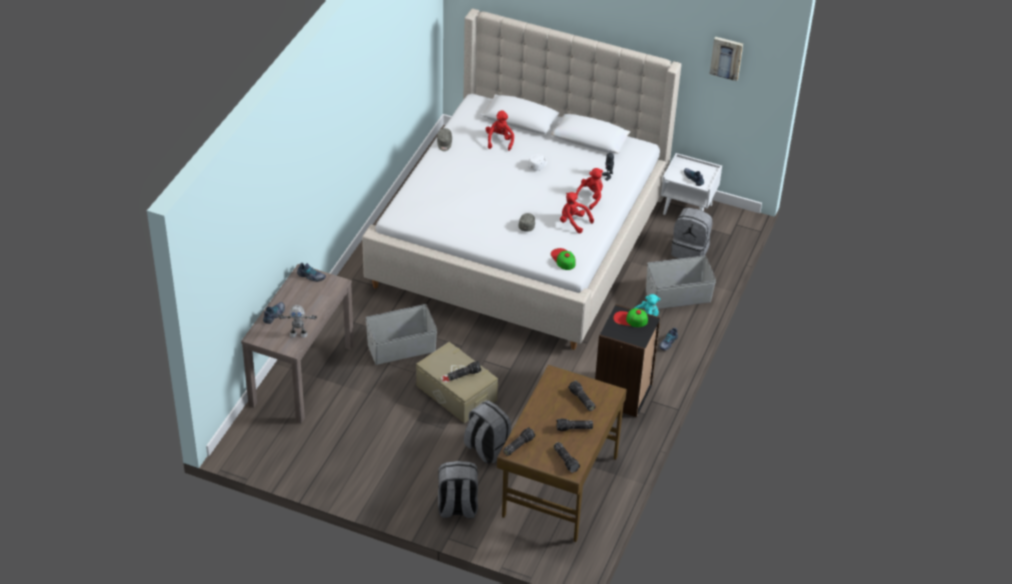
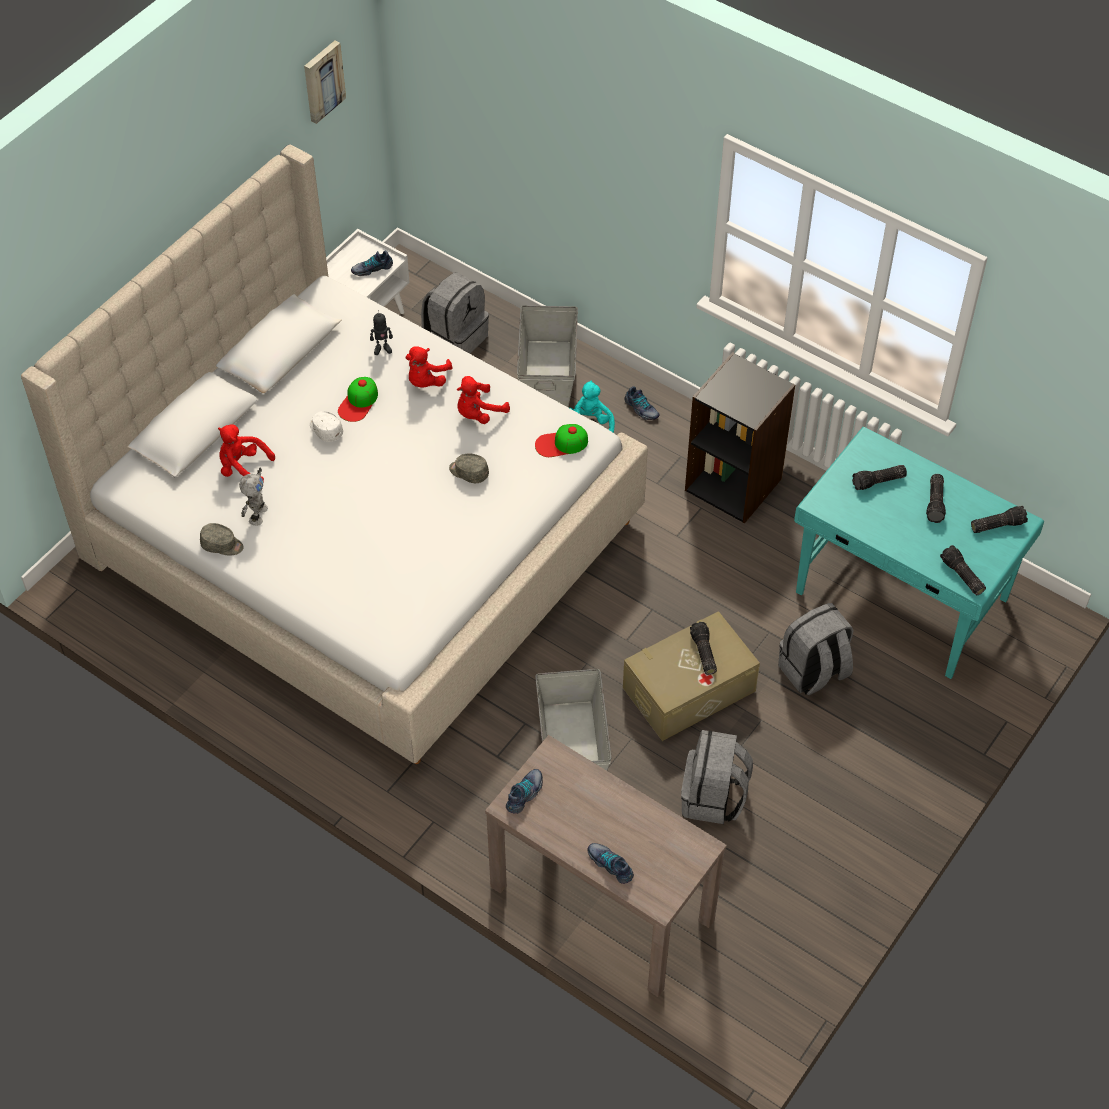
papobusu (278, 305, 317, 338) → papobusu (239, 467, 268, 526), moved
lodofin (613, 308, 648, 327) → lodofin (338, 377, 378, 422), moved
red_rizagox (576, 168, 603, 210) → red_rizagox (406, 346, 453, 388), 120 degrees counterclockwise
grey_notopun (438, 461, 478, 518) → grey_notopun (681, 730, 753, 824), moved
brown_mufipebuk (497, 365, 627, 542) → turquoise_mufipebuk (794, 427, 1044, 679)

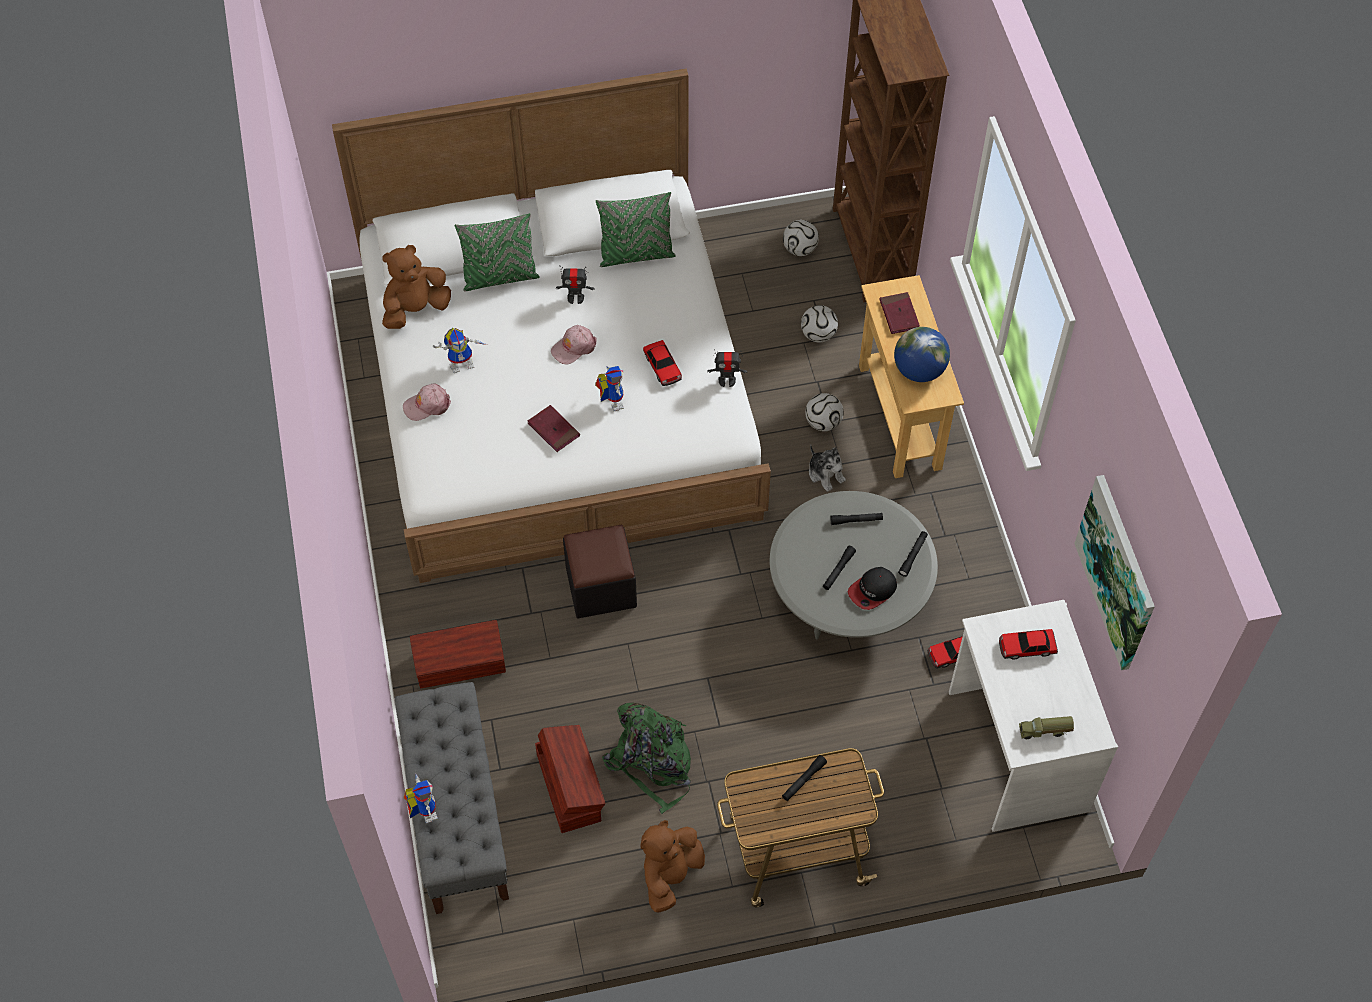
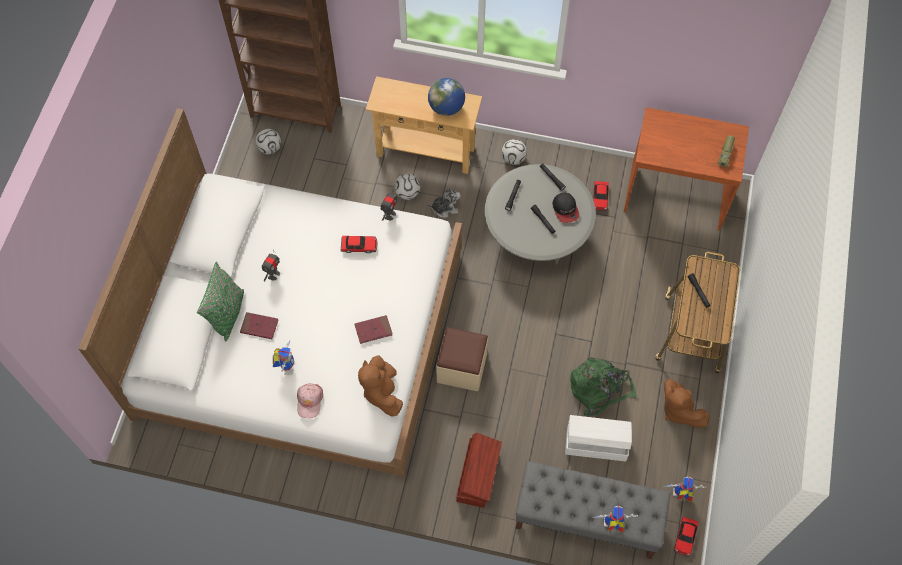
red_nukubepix (880, 292, 920, 334) → red_nukubepix (240, 312, 278, 339), moved
brown_rizagox (382, 245, 451, 329) → brown_rizagox (358, 356, 403, 416), moved
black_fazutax (563, 524, 637, 618) → beige_fazutax (436, 327, 488, 391)
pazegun (801, 305, 838, 342) → pazegun (501, 139, 527, 165), moved
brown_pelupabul (535, 725, 606, 833) → white_pelupabul (565, 415, 632, 461)
white_mufipebuk (949, 600, 1118, 832) → brown_mufipebuk (624, 107, 749, 231)
papobusu (595, 366, 624, 411) → papobusu (663, 476, 707, 503), moved
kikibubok (999, 629, 1058, 660) → kikibubok (674, 517, 699, 556), moved
pink_lodofin (551, 325, 597, 365) → -
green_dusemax (596, 192, 676, 267) → -
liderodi (1074, 475, 1155, 671) → -

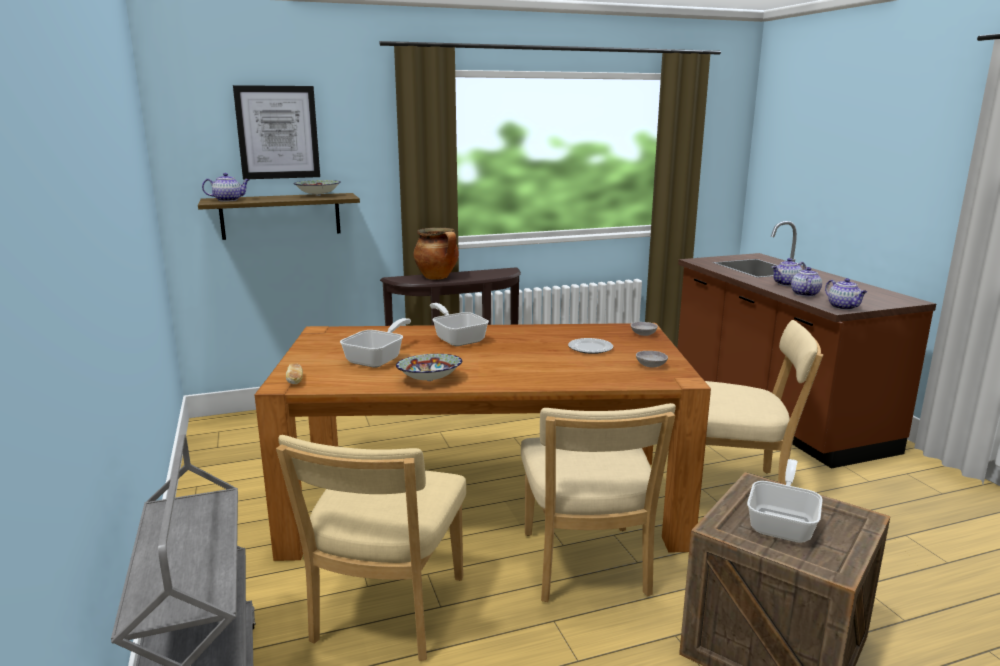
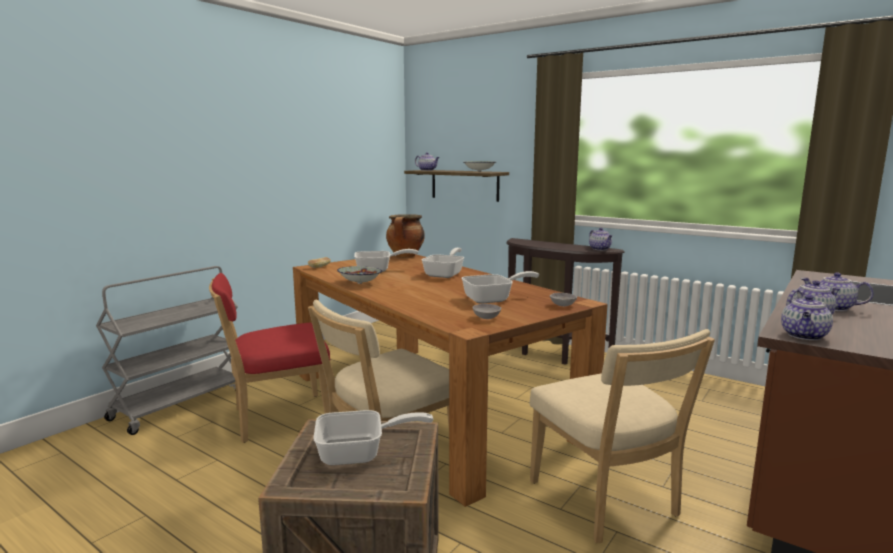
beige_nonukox (276, 435, 466, 661) → red_nonukox (209, 273, 330, 443)
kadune (413, 228, 459, 280) → kadune (386, 214, 425, 257), moved
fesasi (568, 338, 613, 354) → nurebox (461, 271, 539, 304)
- → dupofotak (589, 228, 612, 250)
liderodi (233, 85, 320, 180) → -

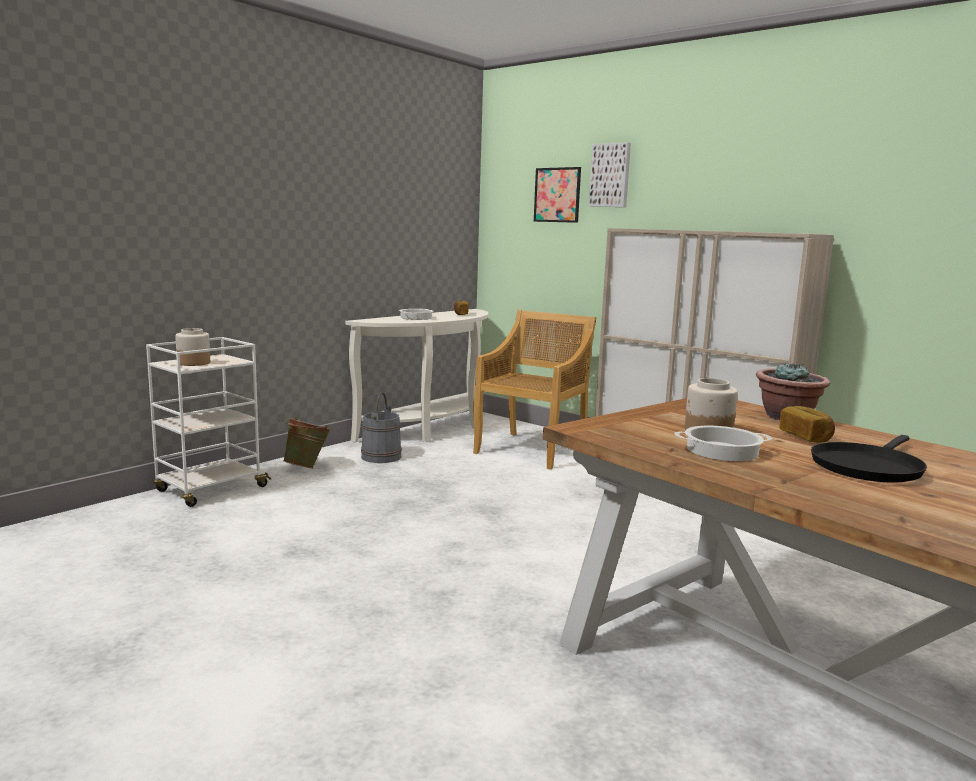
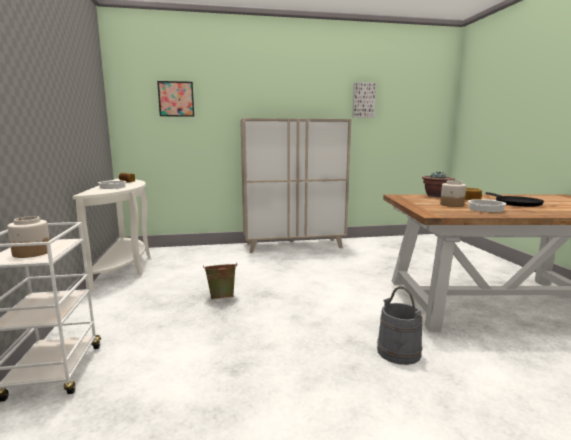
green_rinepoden (283, 417, 331, 469) → green_rinepoden (203, 263, 238, 299), moved
liderodi (589, 142, 631, 207) → liderodi (352, 82, 376, 118), moved
grey_rinepoden (361, 392, 402, 463) → grey_rinepoden (377, 286, 423, 365), moved
beige_nonukox (473, 310, 596, 470) → -

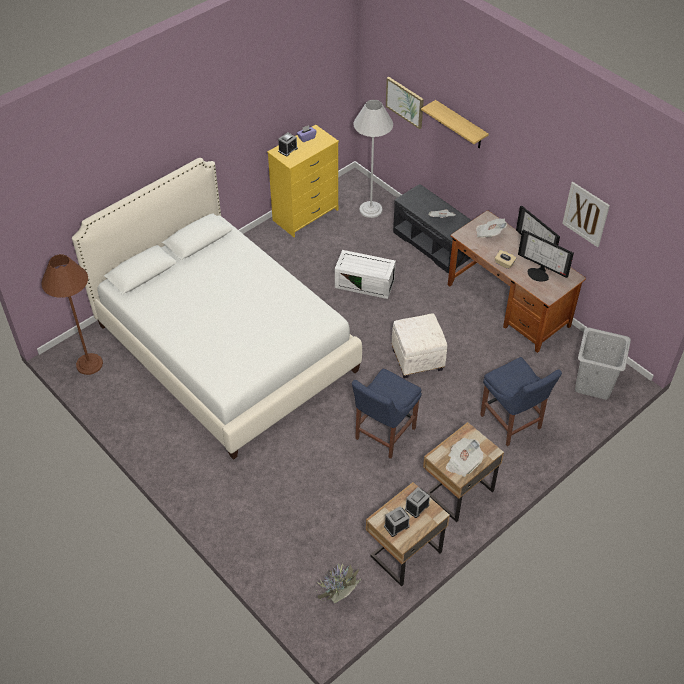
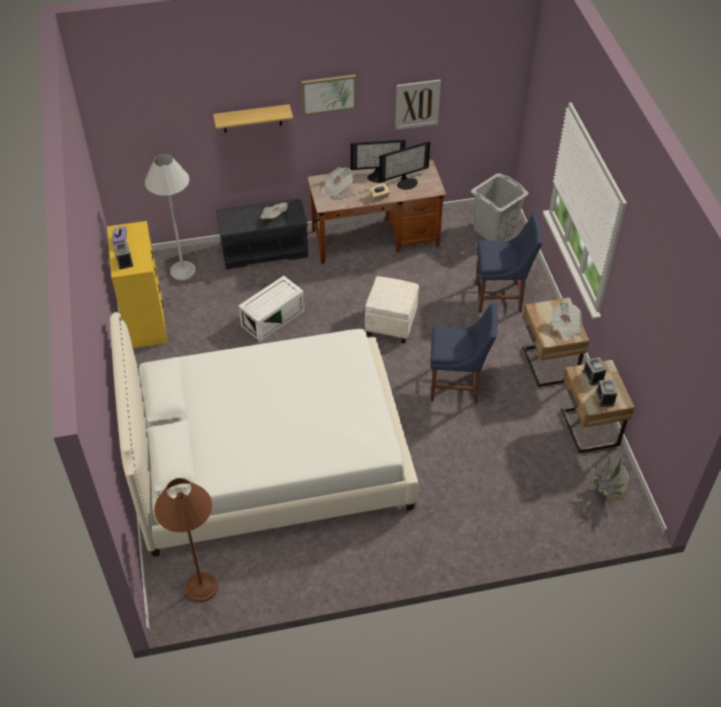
liderodi (386, 77, 424, 129) → liderodi (301, 75, 356, 116), moved
blue_nonukox (352, 368, 422, 459) → blue_nonukox (431, 304, 498, 404), 60 degrees counterclockwise

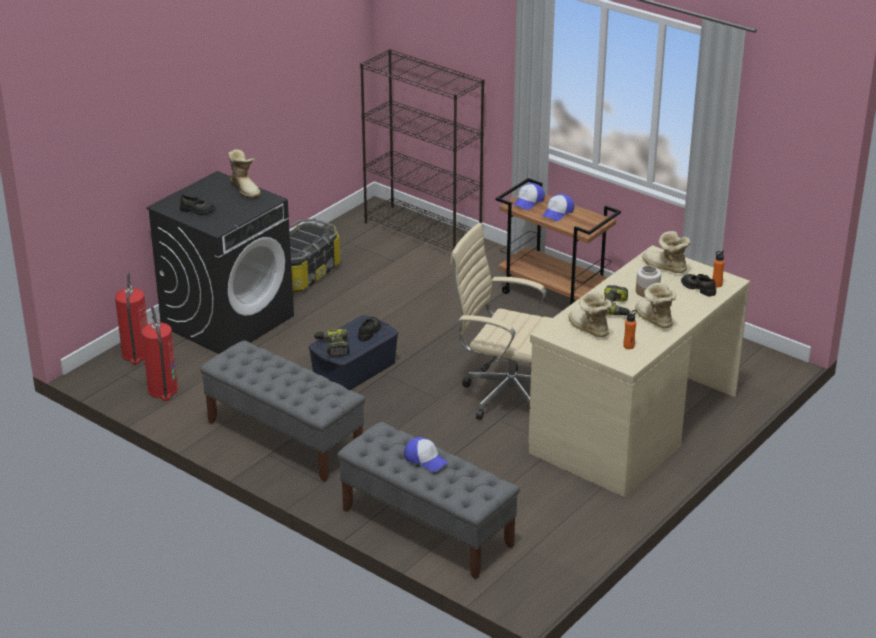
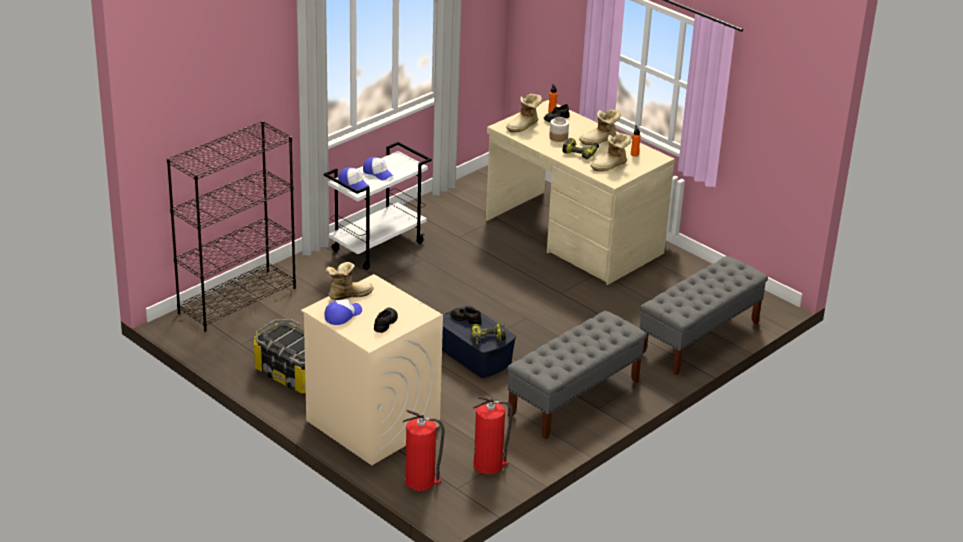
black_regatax (146, 171, 294, 354) → beige_regatax (301, 274, 443, 465)
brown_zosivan (496, 178, 621, 305) → white_zosivan (324, 142, 431, 270)
lodofin (404, 437, 448, 472) → lodofin (324, 299, 362, 325), moved
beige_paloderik (450, 223, 552, 420) → -

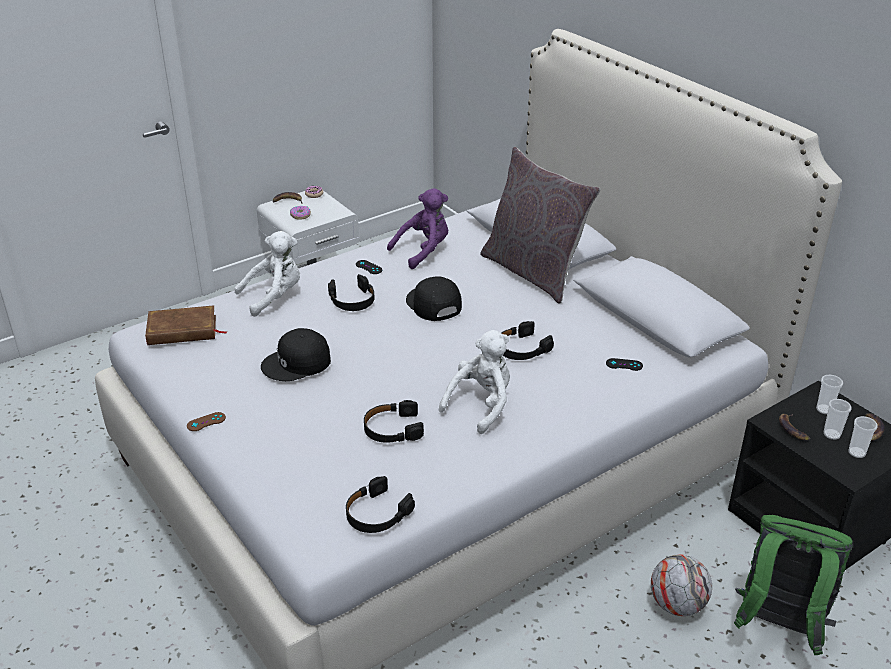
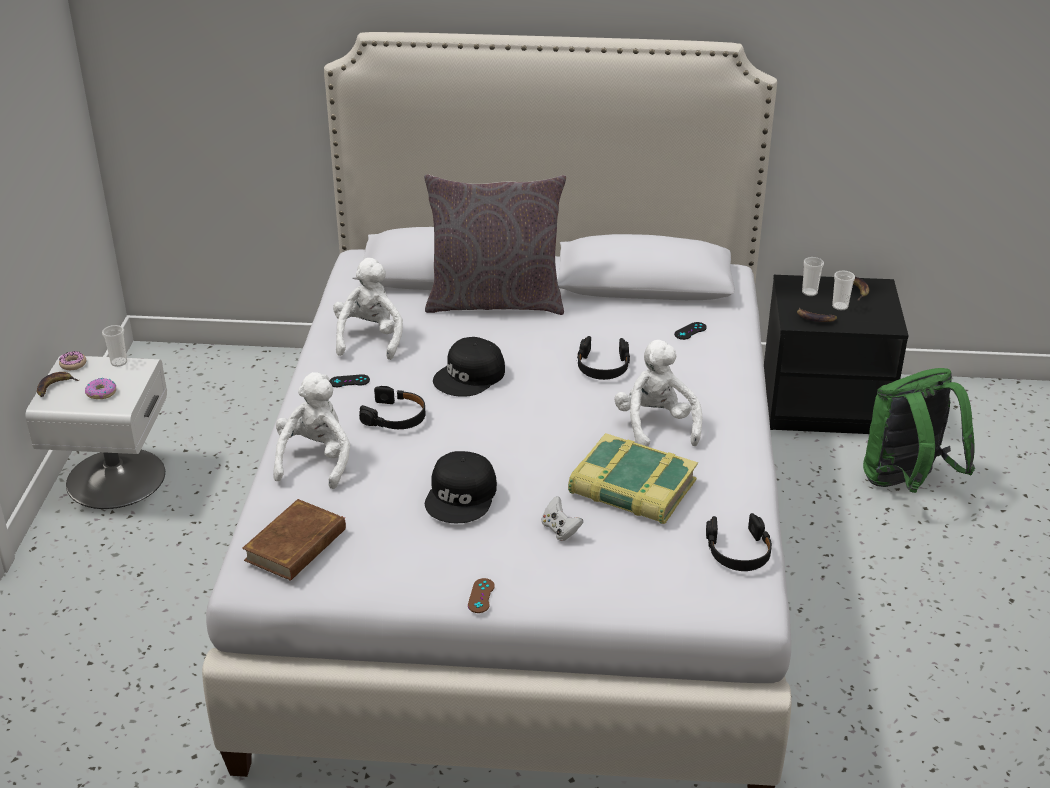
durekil (848, 416, 878, 458) → durekil (102, 325, 127, 367), moved
purple_rizagox (387, 188, 448, 269) → white_rizagox (333, 258, 403, 360)
black_lodofin (406, 277, 462, 321) → black_lodofin (433, 337, 505, 397), 60 degrees counterclockwise
- → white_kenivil (541, 496, 583, 541)
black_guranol (364, 400, 424, 443) → nukubepix (568, 433, 698, 524)
pazegun (651, 554, 712, 616) → -

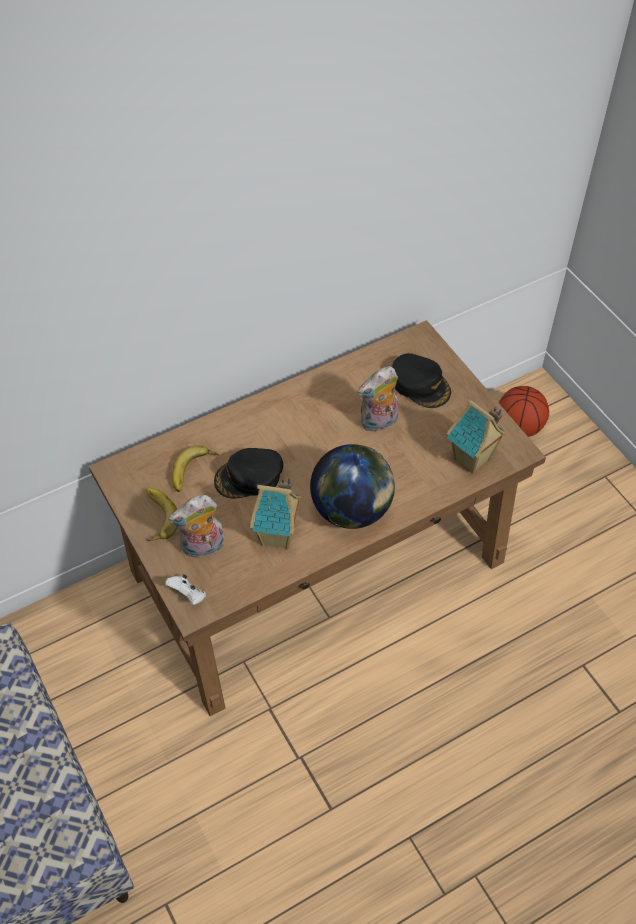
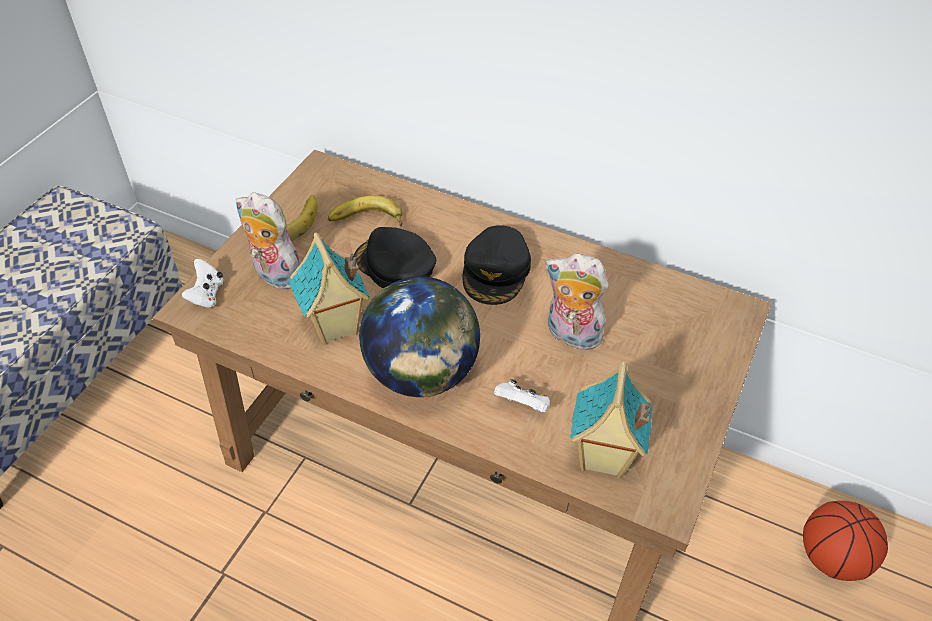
black_lodofin (392, 353, 451, 408) → black_lodofin (463, 225, 531, 305), moved
- → white_kenivil (494, 379, 550, 412)

